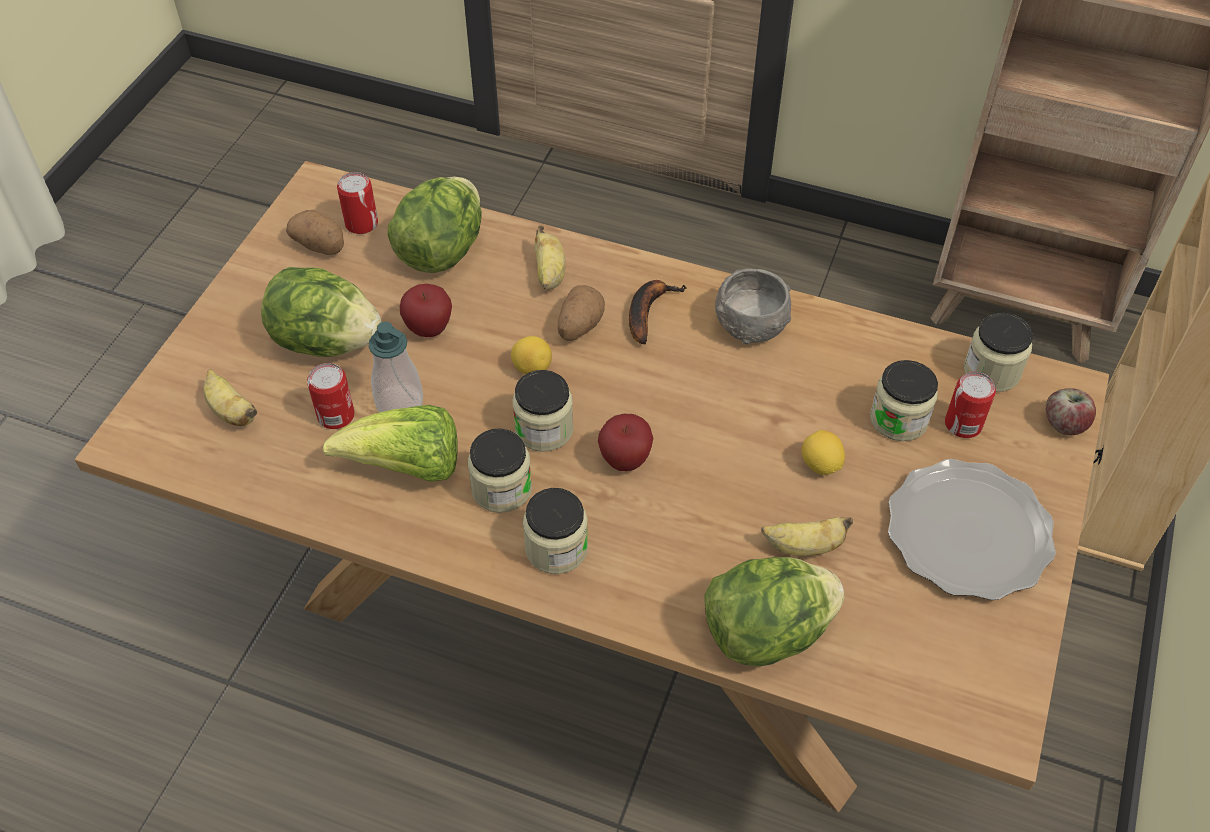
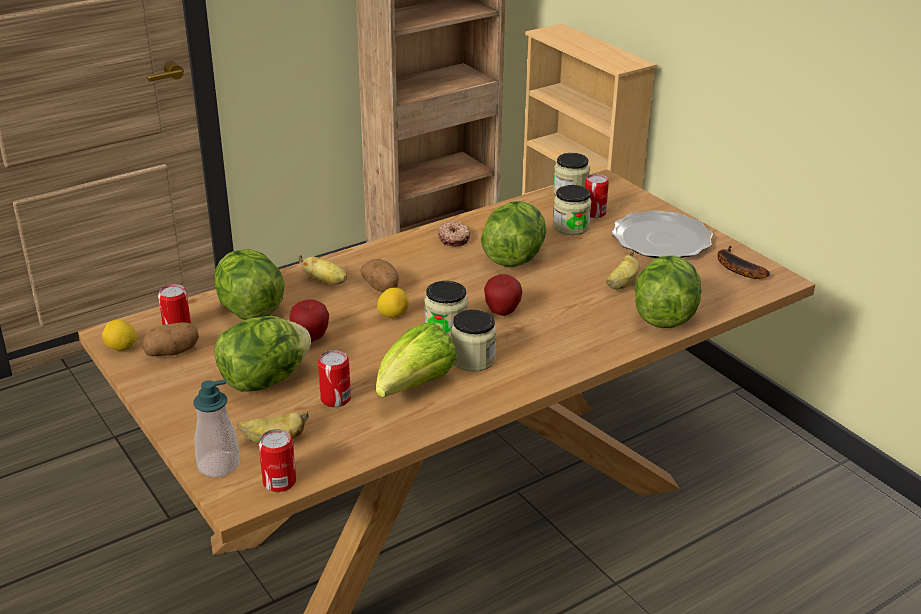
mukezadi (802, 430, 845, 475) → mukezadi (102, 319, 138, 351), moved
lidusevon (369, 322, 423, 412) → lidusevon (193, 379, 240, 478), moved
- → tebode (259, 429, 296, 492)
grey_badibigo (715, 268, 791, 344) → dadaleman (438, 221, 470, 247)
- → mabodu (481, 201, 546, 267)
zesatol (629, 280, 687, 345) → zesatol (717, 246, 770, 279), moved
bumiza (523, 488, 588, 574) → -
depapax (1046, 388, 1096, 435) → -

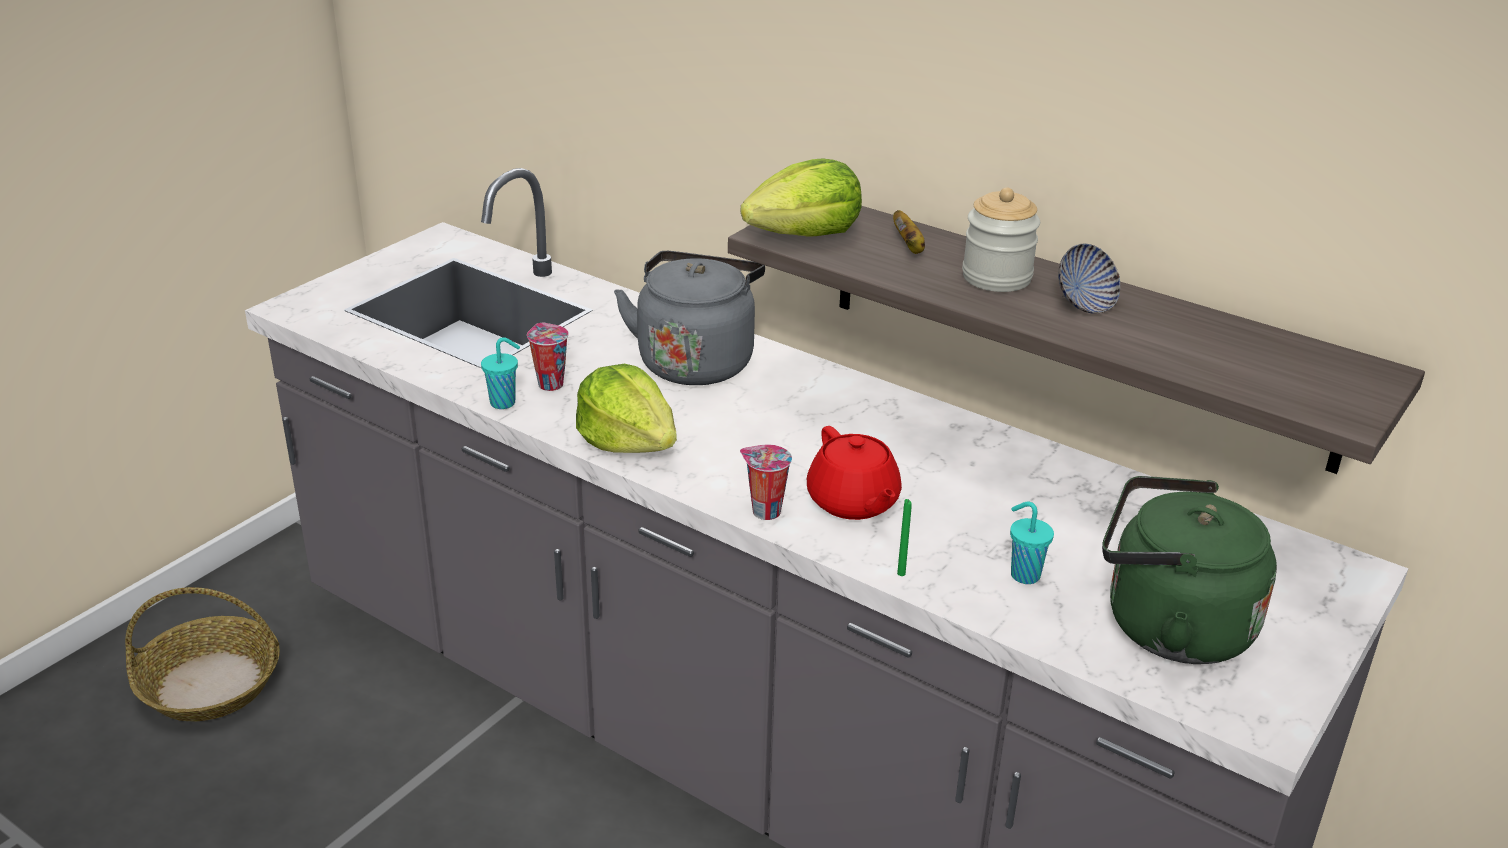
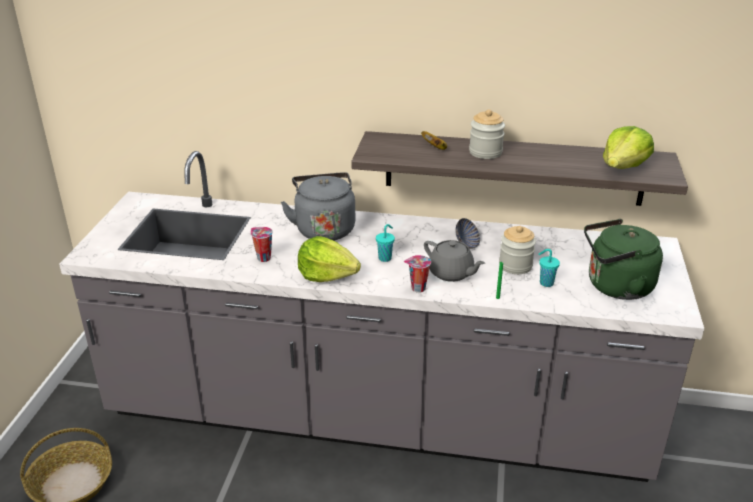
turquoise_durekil (481, 337, 520, 409) → turquoise_durekil (376, 224, 395, 262), moved
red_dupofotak (807, 426, 902, 520) → grey_dupofotak (424, 240, 485, 282)
badibigo (1058, 244, 1120, 314) → badibigo (455, 218, 480, 249), moved
- → bumiza (499, 226, 536, 274)
mabodu (741, 158, 862, 237) → mabodu (603, 126, 654, 169), moved

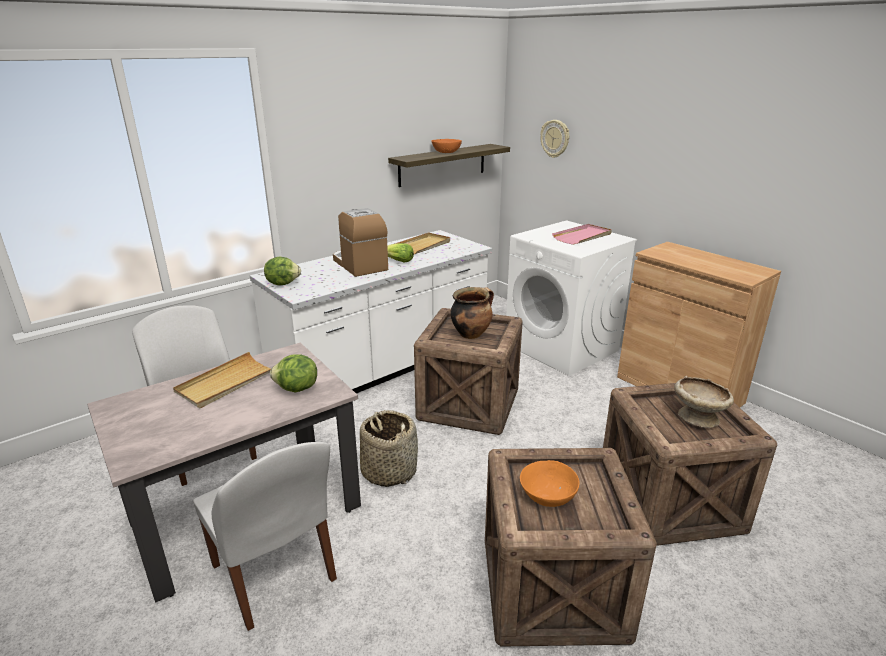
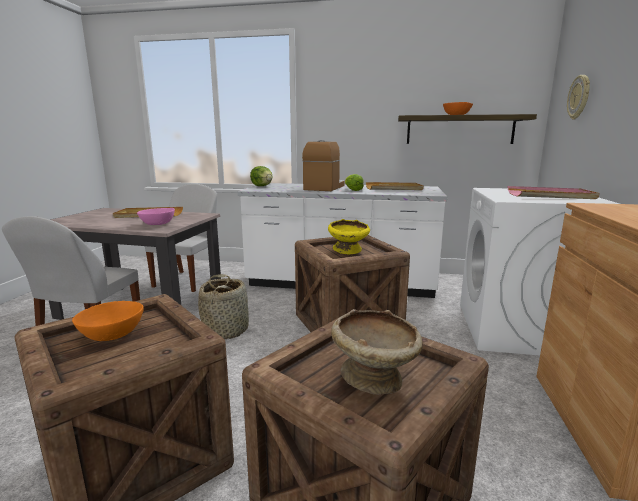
mabodu (270, 354, 317, 393) → pink_badibigo (137, 208, 175, 225)
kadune (450, 287, 494, 339) → yellow_badibigo (328, 219, 370, 254)

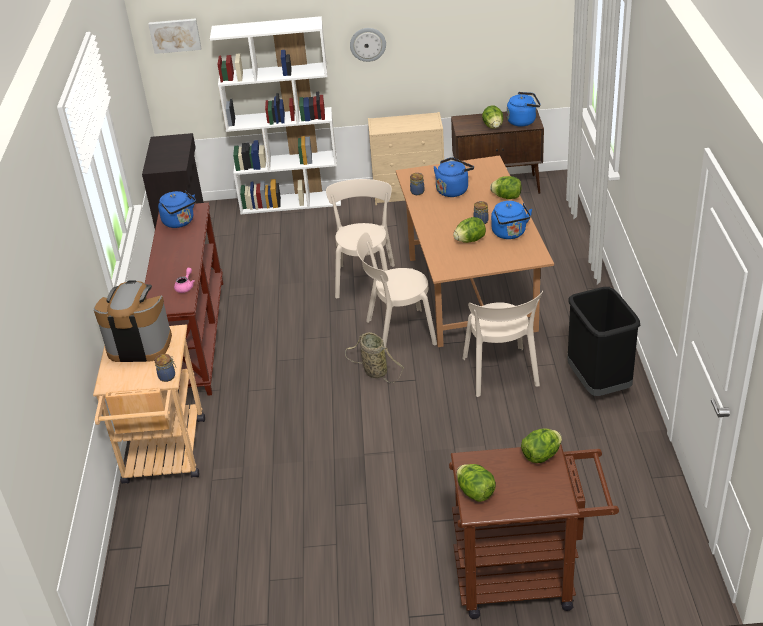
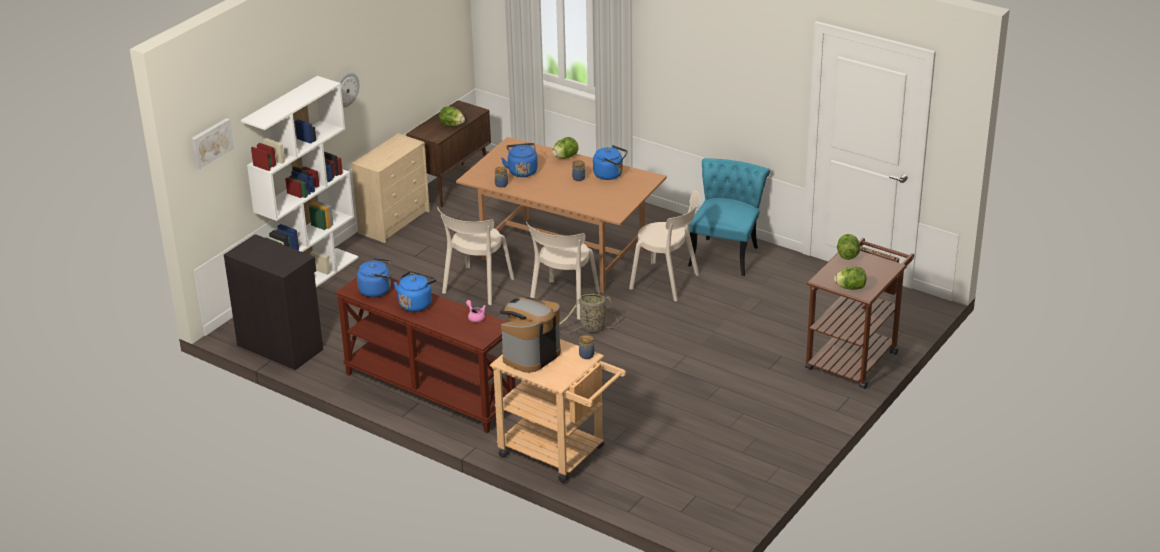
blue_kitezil (507, 92, 541, 127) → blue_kitezil (393, 271, 436, 312), moved
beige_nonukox (326, 179, 395, 298) → beige_nonukox (437, 207, 514, 305), 105 degrees counterclockwise
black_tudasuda (568, 287, 640, 396) → turquoise_nonukox (688, 158, 770, 276)
mabodu (453, 217, 486, 243) → -

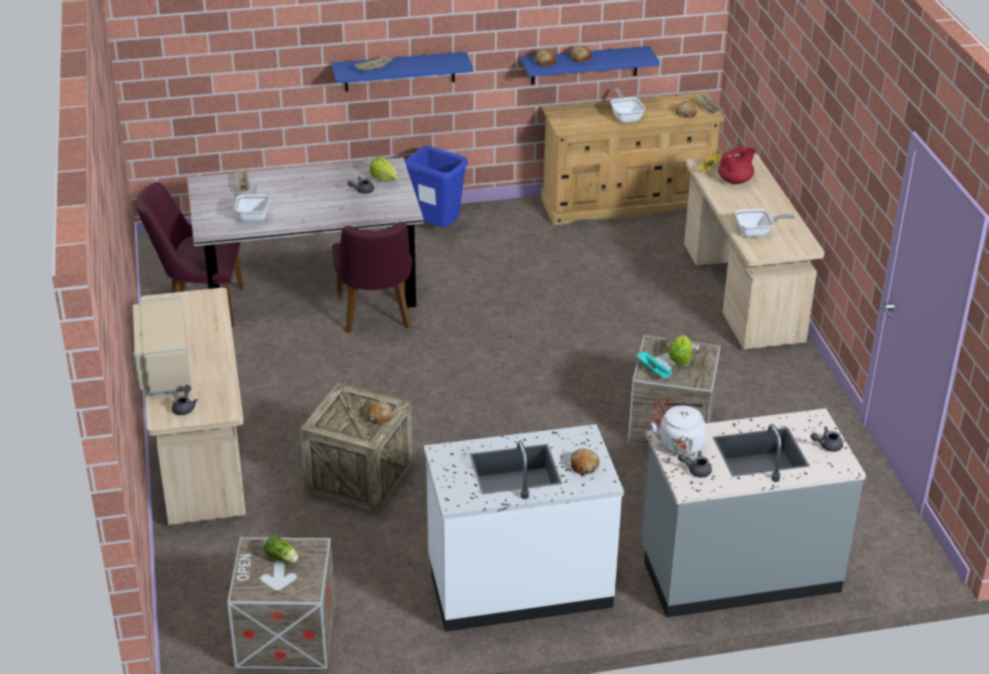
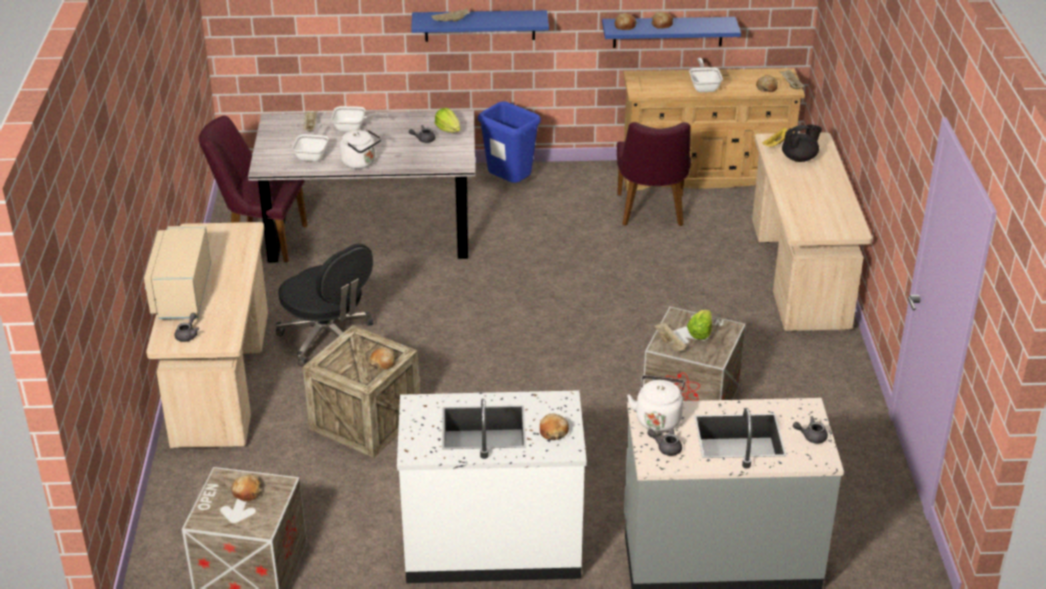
mabodu (264, 536, 298, 563) → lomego (231, 475, 261, 501)
- → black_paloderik (275, 243, 374, 366)
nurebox (735, 209, 795, 237) → nurebox (331, 106, 388, 132), moved
- → white_kitezil (340, 129, 381, 169)
purple_nonukox (332, 222, 412, 333) → purple_nonukox (617, 122, 691, 226), moved
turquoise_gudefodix (636, 352, 673, 378) → beige_gudefodix (654, 323, 687, 351)
red_dupofotak (718, 147, 756, 184) → black_dupofotak (782, 124, 822, 162)

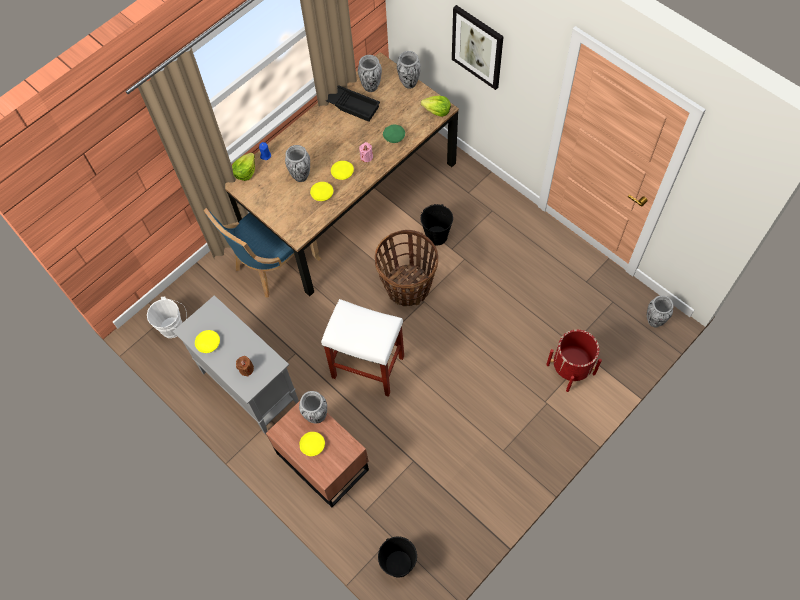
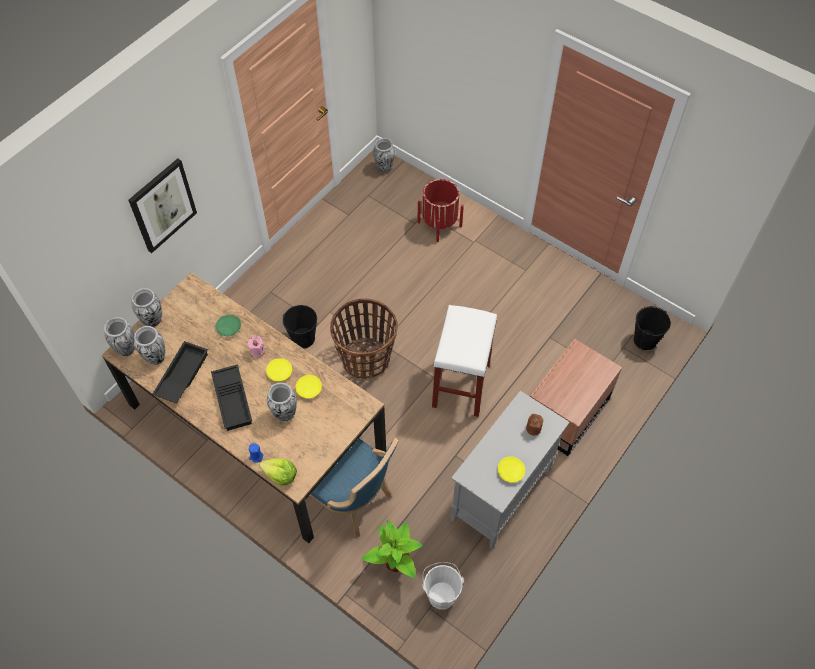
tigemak (299, 391, 327, 423) → tigemak (104, 317, 135, 356), moved
- → black_gudefodix (211, 364, 252, 431)
- → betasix (362, 520, 423, 578)
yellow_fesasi (299, 432, 325, 456) → -
mabodu (421, 96, 451, 117) → -

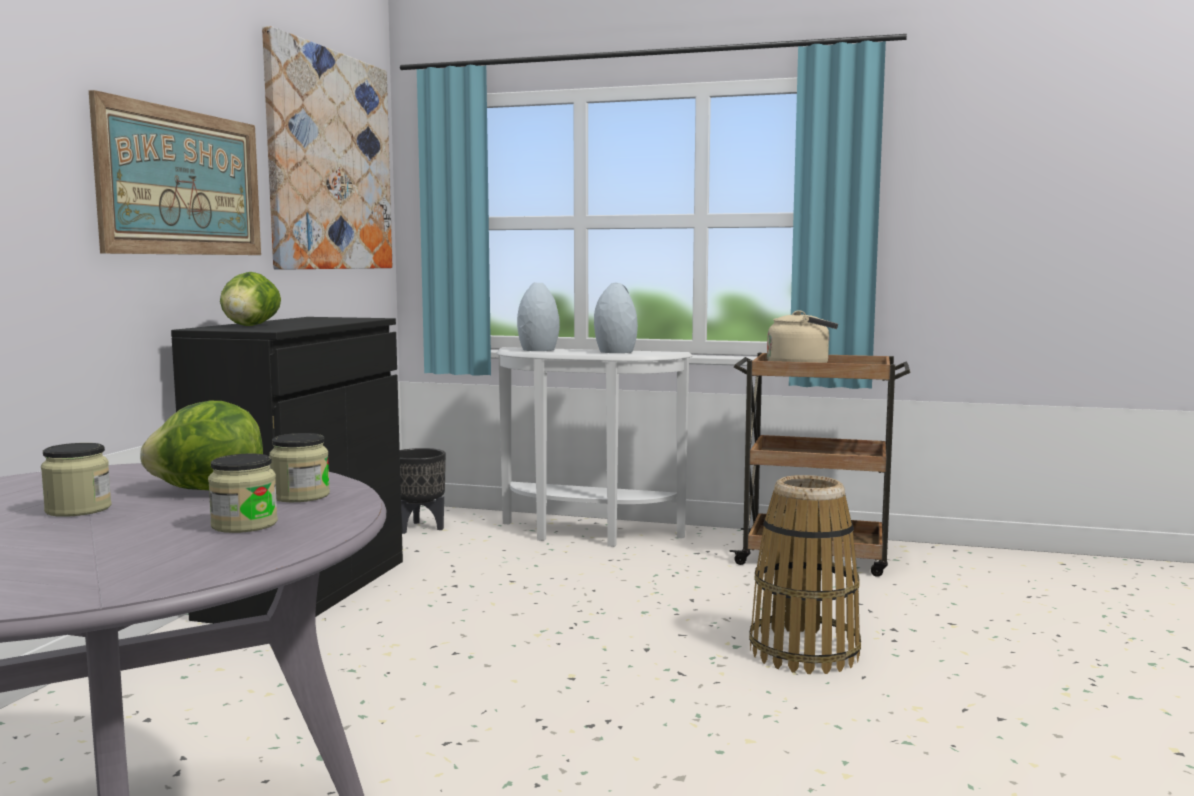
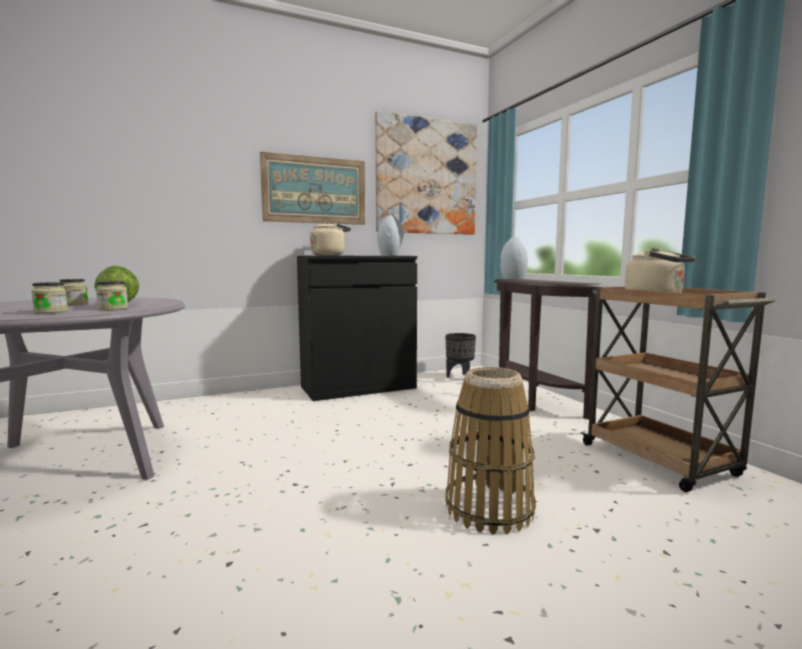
mabodu (220, 272, 281, 326) → beige_kitezil (310, 222, 351, 256)
grey_tigemak (594, 283, 638, 353) → grey_tigemak (377, 216, 404, 256), moved
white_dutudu (496, 347, 693, 547) → brown_dutudu (494, 279, 603, 419)

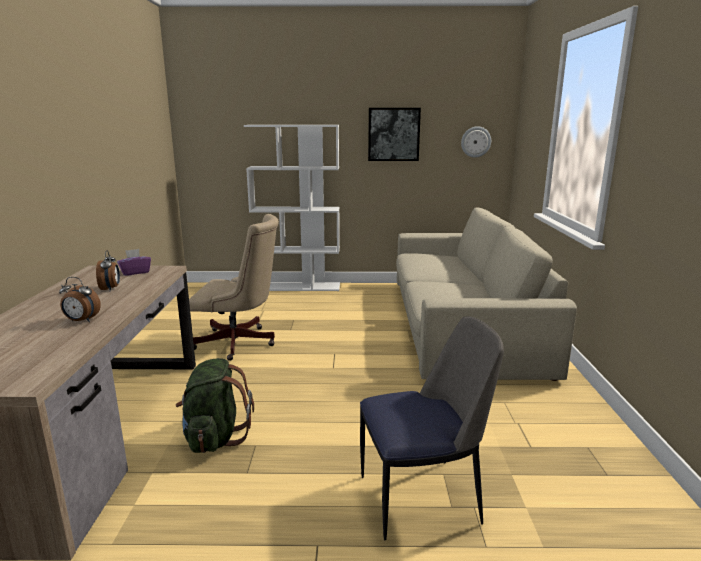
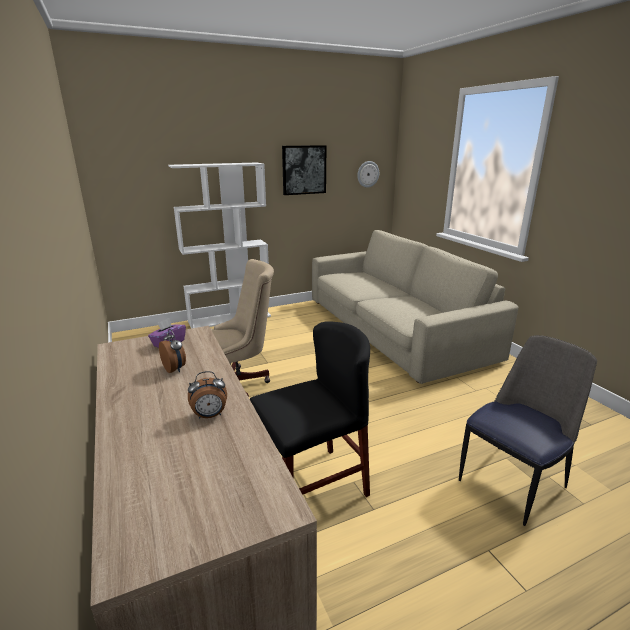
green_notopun (176, 358, 254, 453) → black_nonukox (250, 322, 370, 497)

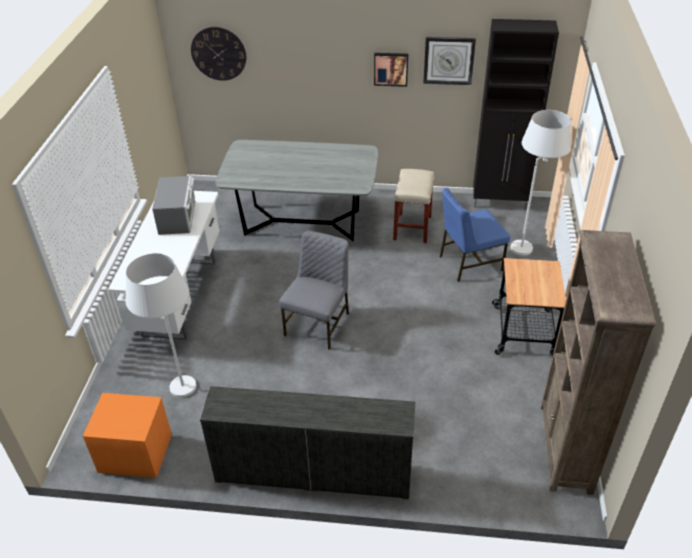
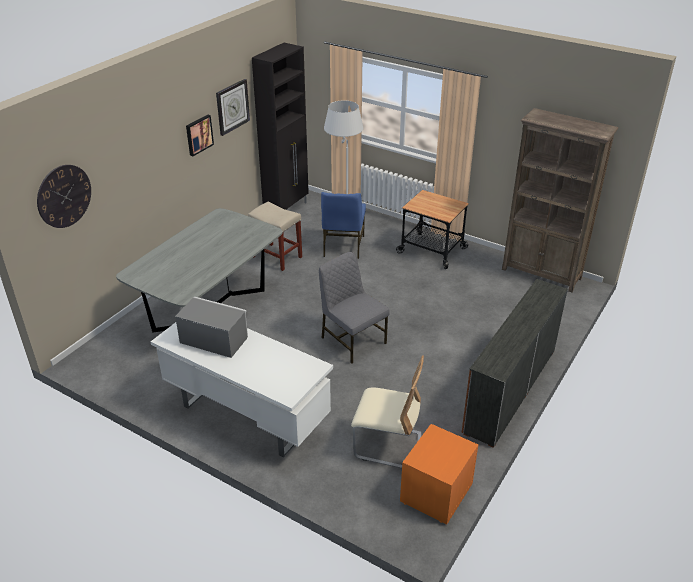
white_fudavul (125, 253, 196, 398) → beige_nonukox (351, 355, 424, 468)

